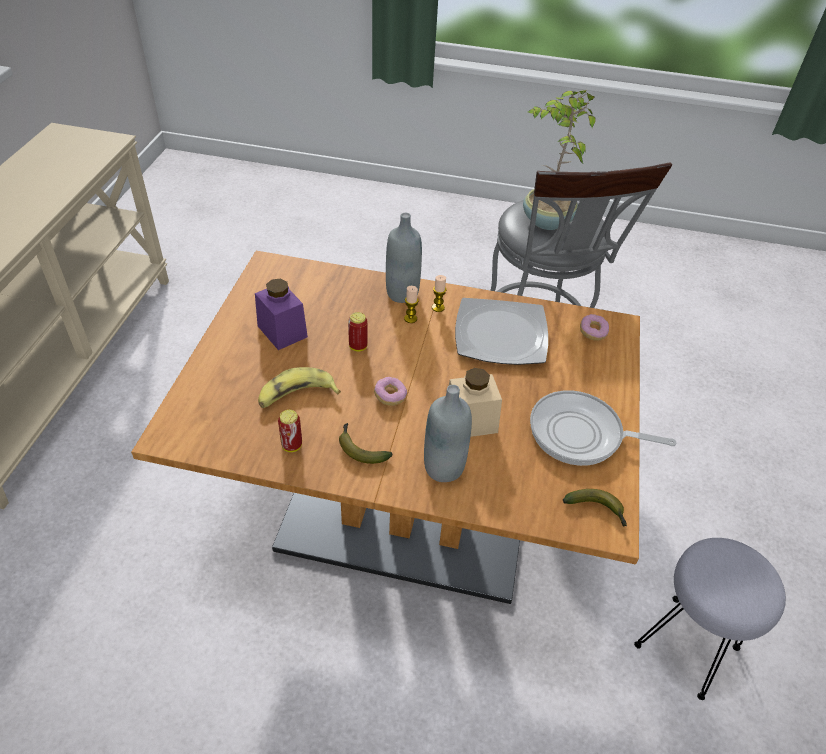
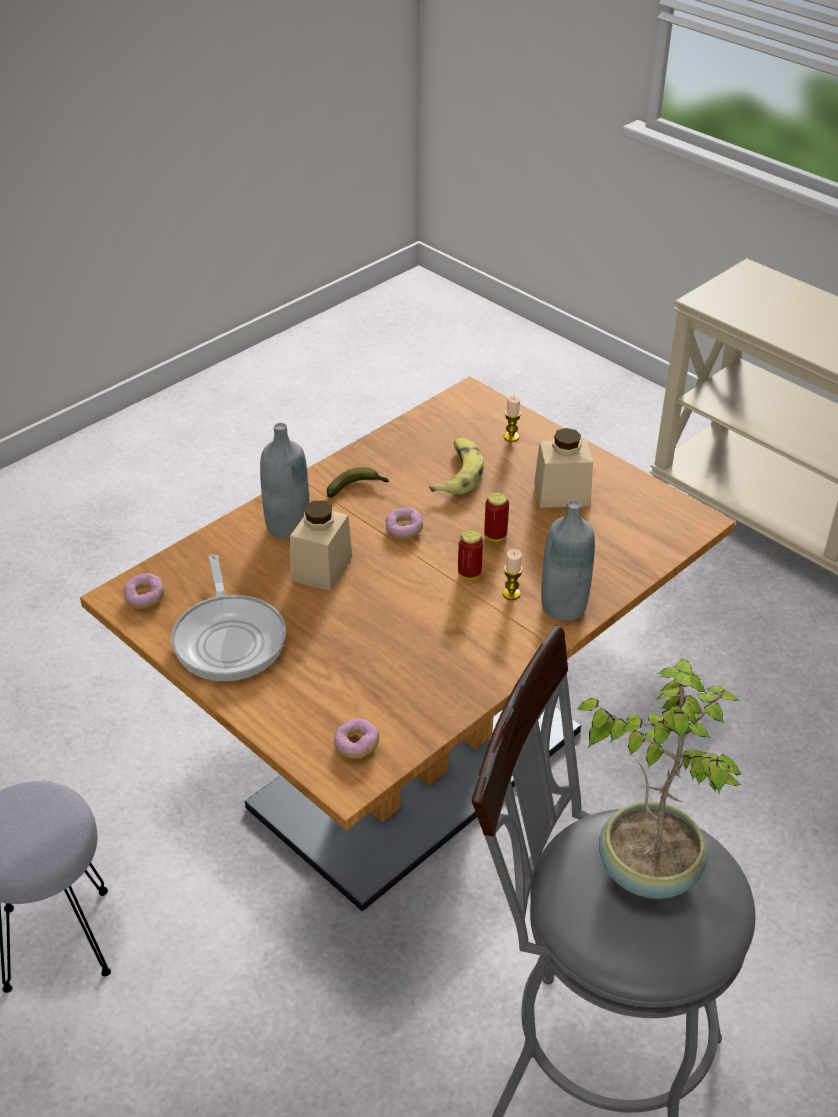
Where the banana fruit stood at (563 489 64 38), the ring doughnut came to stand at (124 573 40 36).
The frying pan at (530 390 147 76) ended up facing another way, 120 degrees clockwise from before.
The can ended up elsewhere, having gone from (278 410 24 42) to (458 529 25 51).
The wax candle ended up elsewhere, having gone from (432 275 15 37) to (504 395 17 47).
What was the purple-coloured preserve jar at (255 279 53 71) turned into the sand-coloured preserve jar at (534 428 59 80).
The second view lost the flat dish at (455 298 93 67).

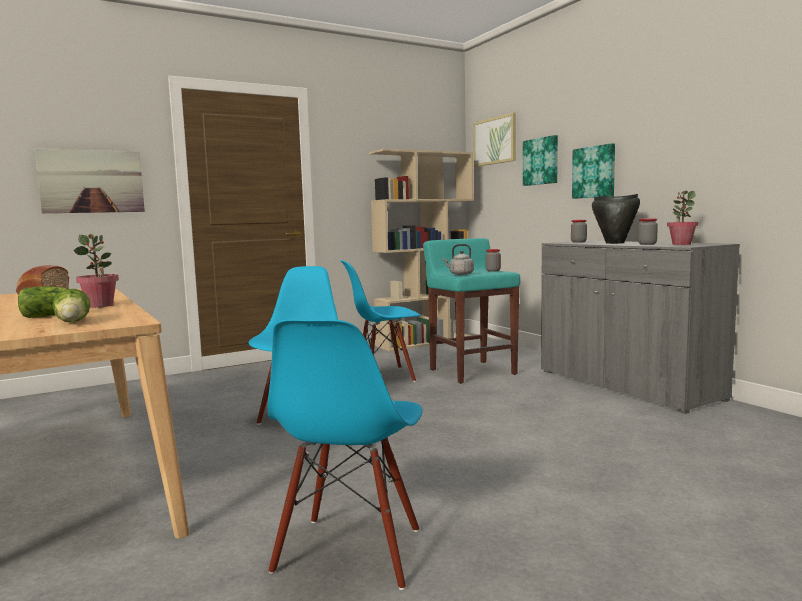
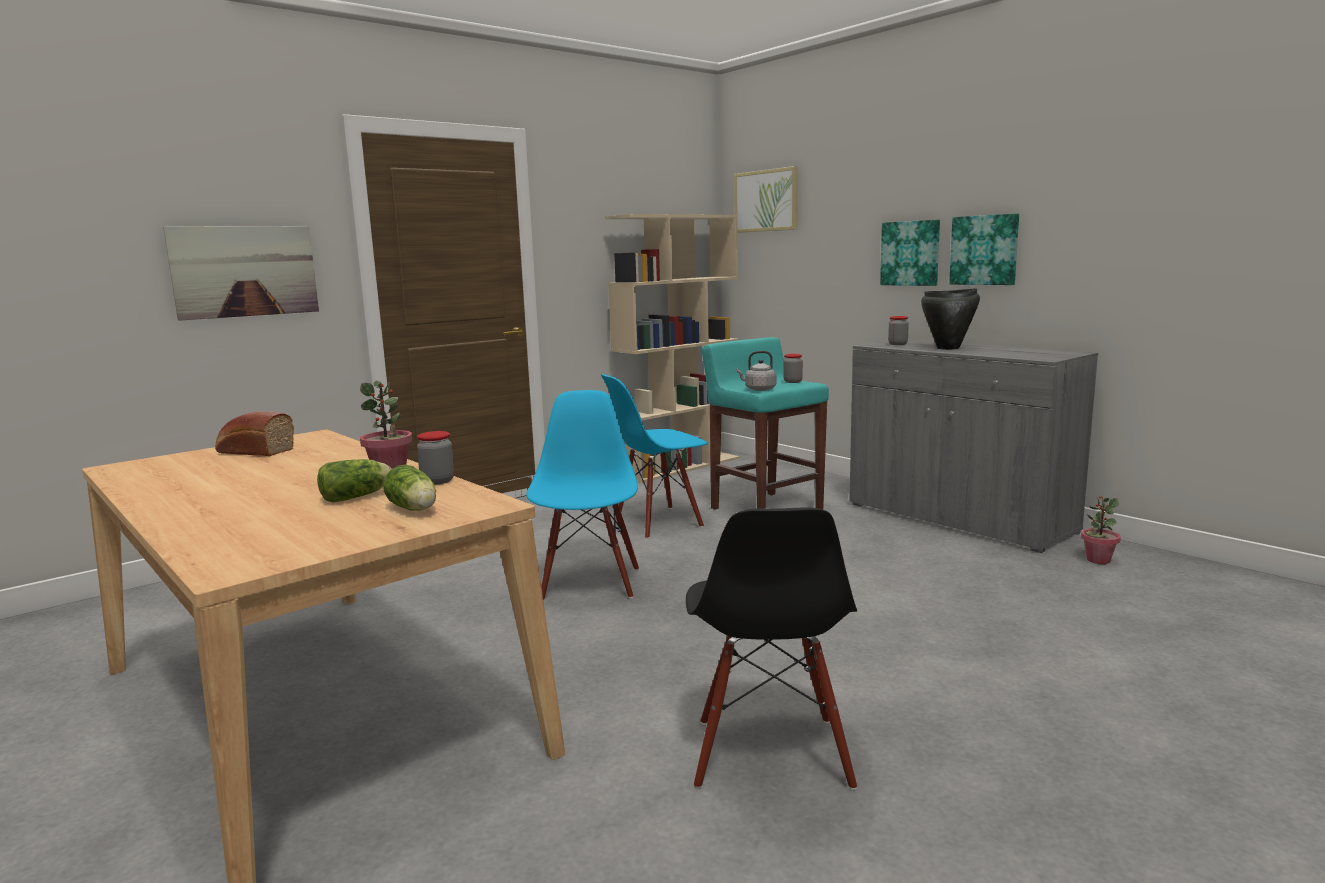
The preserve jar ended up elsewhere, having gone from (638 218 20 27) to (417 431 37 54).
What was the blue-coloured chair at (268 319 154 271) turned into the black chair at (686 507 171 283).
The picture ended up elsewhere, having gone from (523 135 35 51) to (949 214 70 71).
The houseplant ended up elsewhere, having gone from (667 190 31 55) to (1081 496 40 68).

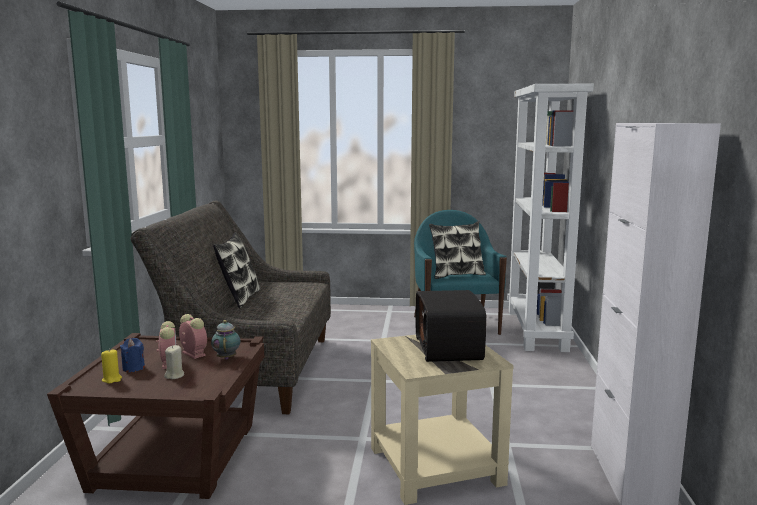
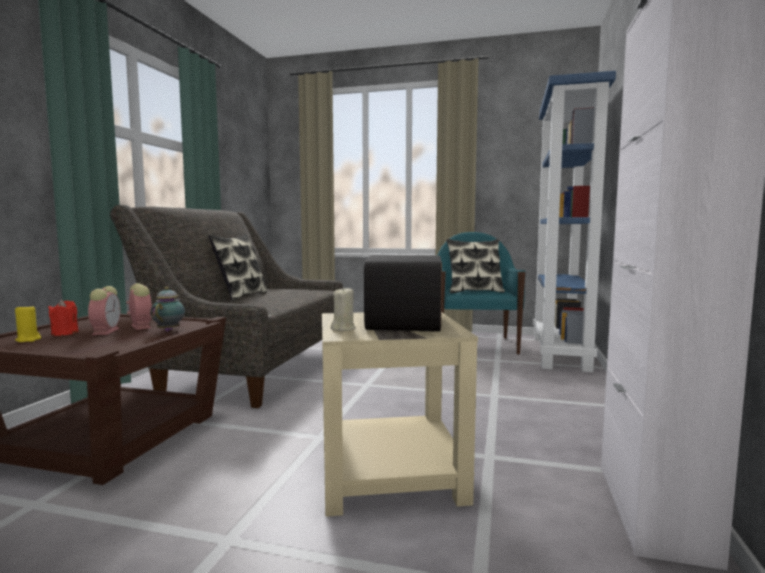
What was the blue-coloured wax candle at (120 338 25 34) turned into the red-coloured wax candle at (48 300 31 36).
The sand-coloured wax candle ended up elsewhere, having gone from (164 345 20 34) to (331 287 25 44).
What was the white bookcase at (507 84 87 268) turned into the blue-coloured bookcase at (533 71 83 301).

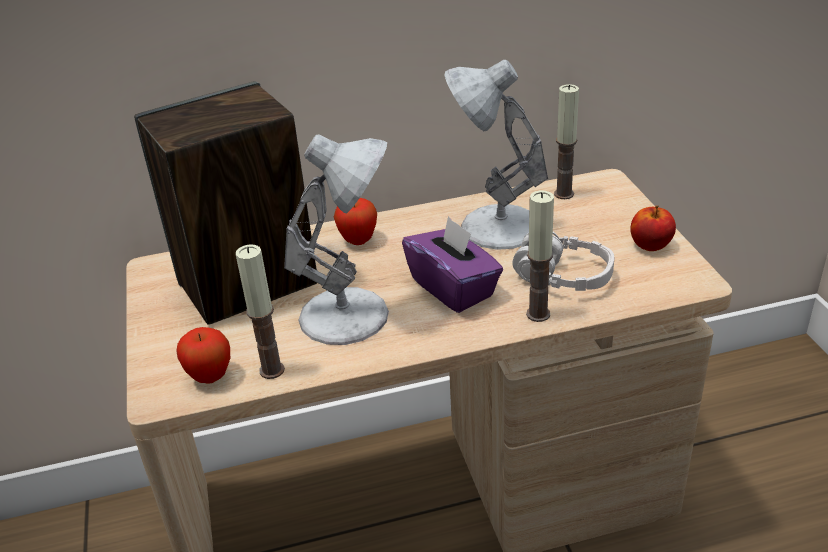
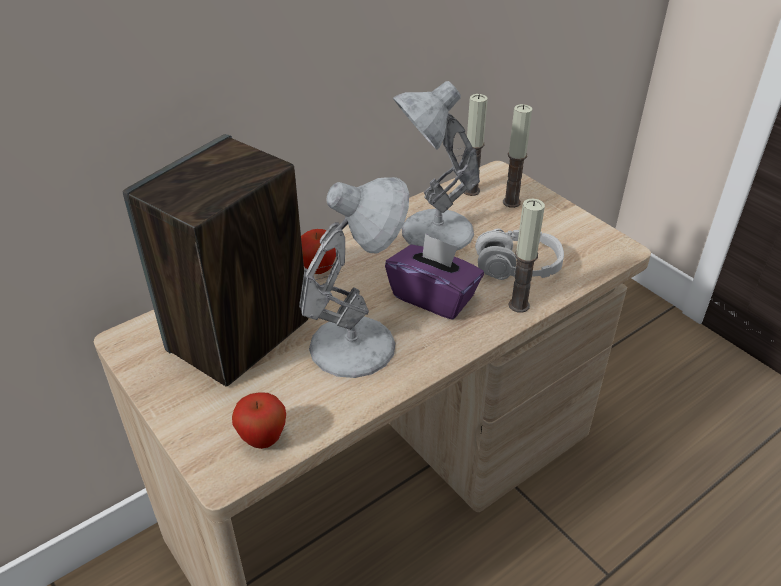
The wax candle ended up elsewhere, having gone from (236 244 49 135) to (503 104 29 104).
The second view lost the apple at (630 206 46 45).

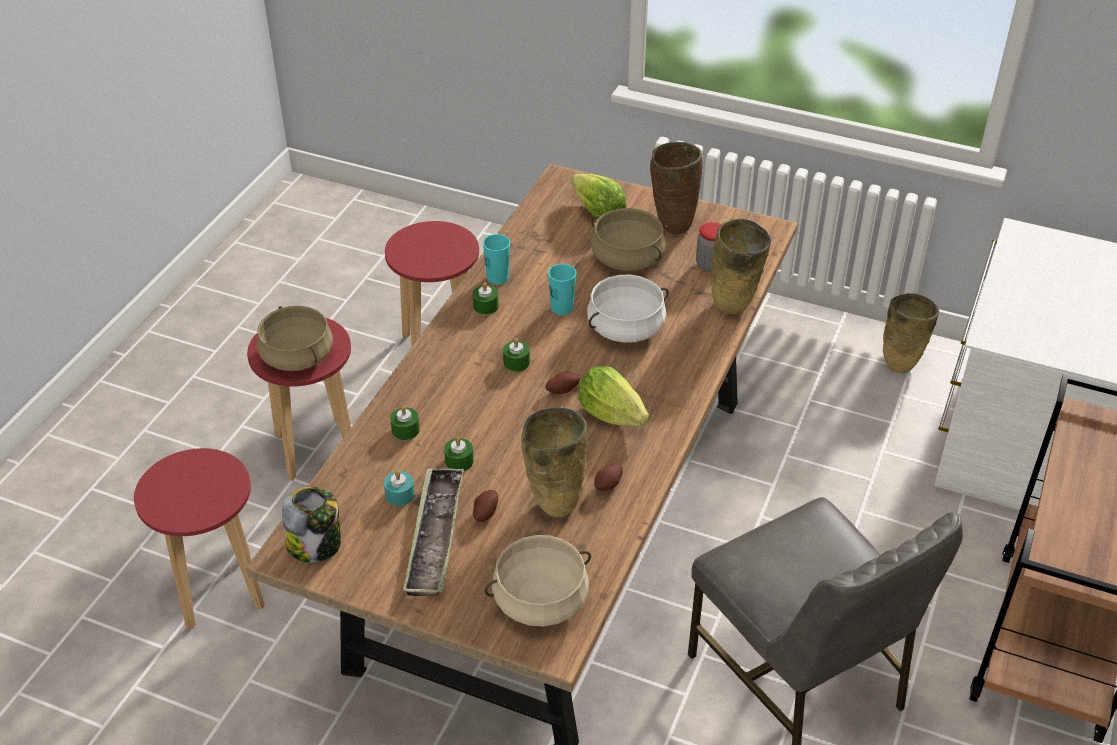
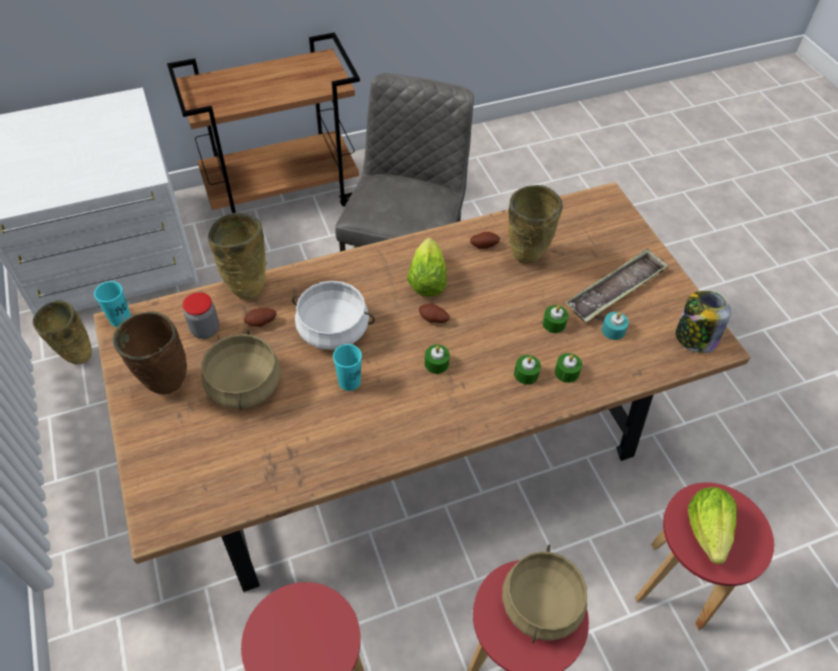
The turquoise-coloured small cup ended up elsewhere, having gone from (483 234 27 50) to (94 281 37 46).
The potato ended up elsewhere, having gone from (473 490 25 32) to (244 308 33 19).
The green wax candle ended up elsewhere, having gone from (473 282 25 33) to (514 355 27 30).
The lettuce ended up elsewhere, having gone from (571 174 56 43) to (688 487 49 77).
The second view lost the sand-coloured saucepot at (484 535 107 91).

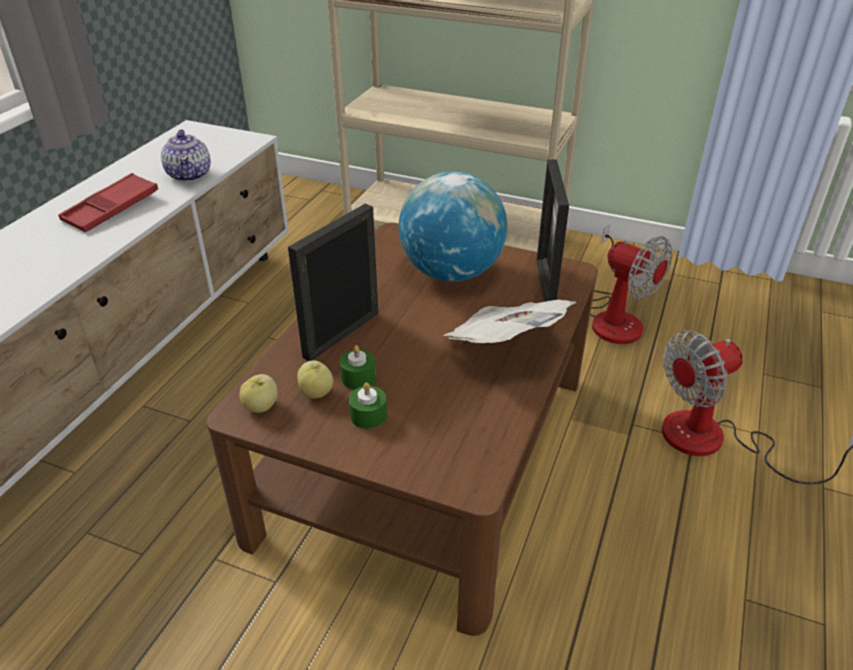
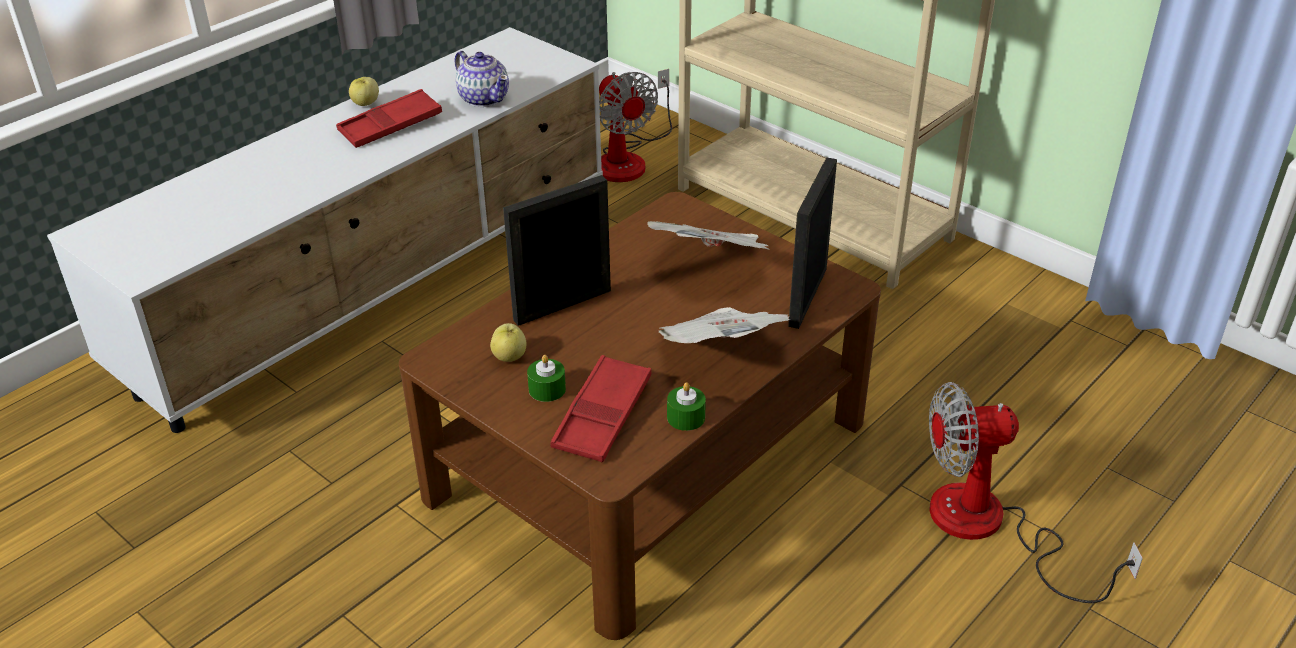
The apple ended up elsewhere, having gone from (239 374 39 39) to (349 77 30 29).
The tea pot at (161 129 50 53) ended up facing another way, 45 degrees counterclockwise from before.
The second view gained the red-coloured carrying tray at (551 355 100 107).
The fan ended up elsewhere, having gone from (590 224 82 120) to (599 69 73 113).
Where the desk globe stood at (398 172 109 110), the newspaper came to stand at (647 221 123 29).
The green wax candle ended up elsewhere, having gone from (340 345 36 44) to (667 382 39 49).

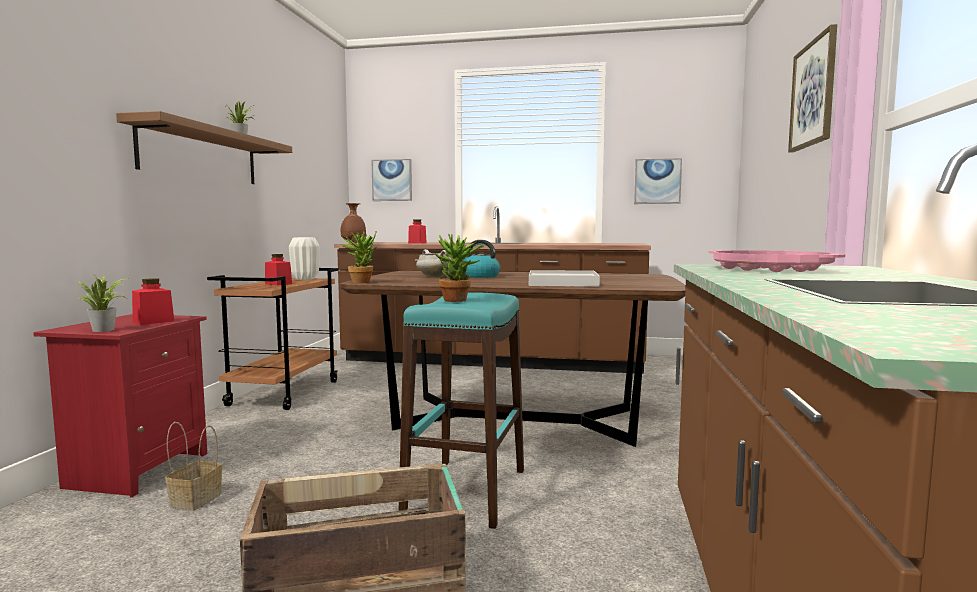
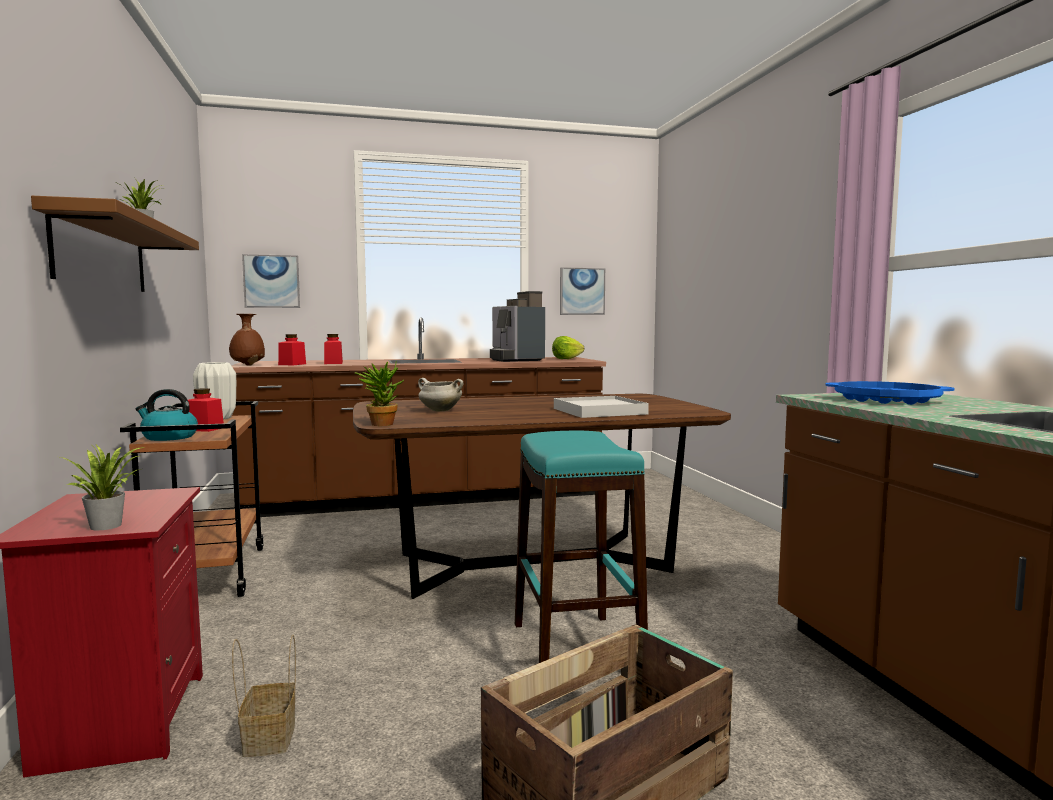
The tea kettle ended up elsewhere, having gone from (462 240 38 38) to (136 389 62 52).
The red-coloured preserve jar ended up elsewhere, having gone from (132 278 42 47) to (278 334 28 31).
The second view gained the coffee brewer at (490 291 55 71).
The second view gained the lettuce at (552 336 33 23).
What was the pinkish carrying tray at (709 250 136 22) turned into the blue-coloured carrying tray at (826 381 128 24).
The second view lost the houseplant at (435 234 49 68).
The second view lost the picture at (788 24 49 129).

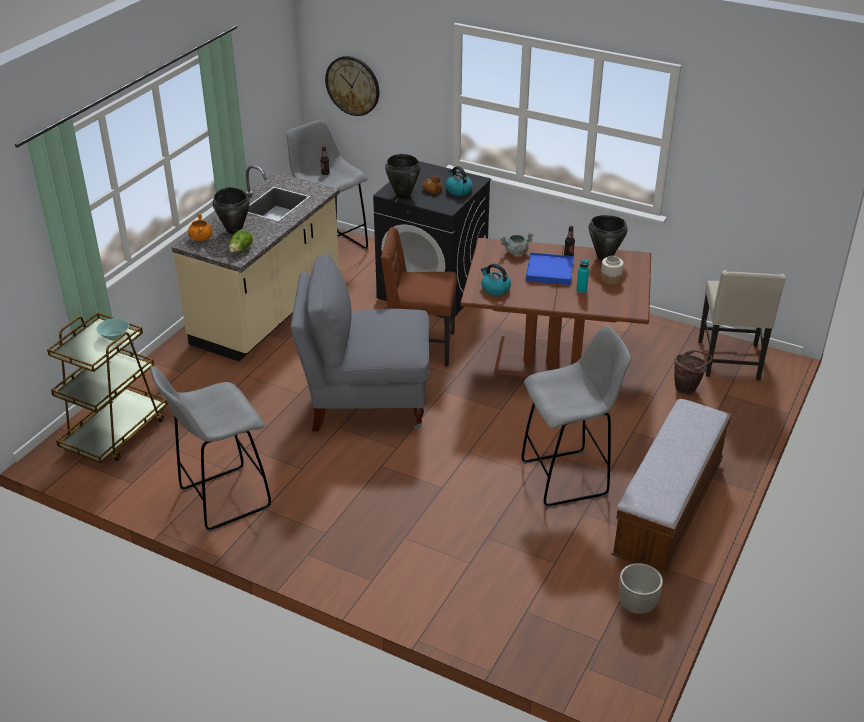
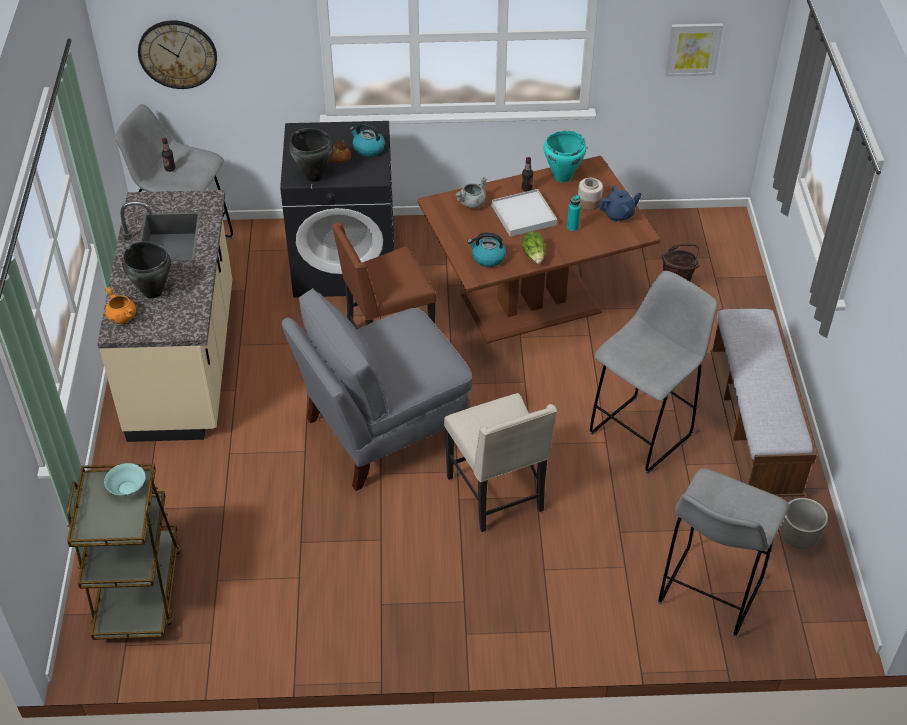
The sand-coloured chair ended up elsewhere, having gone from (698 270 88 110) to (444 393 113 139).
What was the blue-coloured carrying tray at (526 252 48 33) turned into the white carrying tray at (492 189 65 48).
The lettuce ended up elsewhere, having gone from (229 229 24 24) to (521 232 25 32).
What was the black saucepot at (589 215 39 45) turned into the turquoise-coloured saucepot at (544 131 42 52).
The second view gained the blue-coloured tea pot at (599 185 43 37).
The greyish sitting stool ended up elsewhere, having gone from (150 366 121 166) to (658 468 132 170).
The second view gained the picture at (665 23 58 54).

